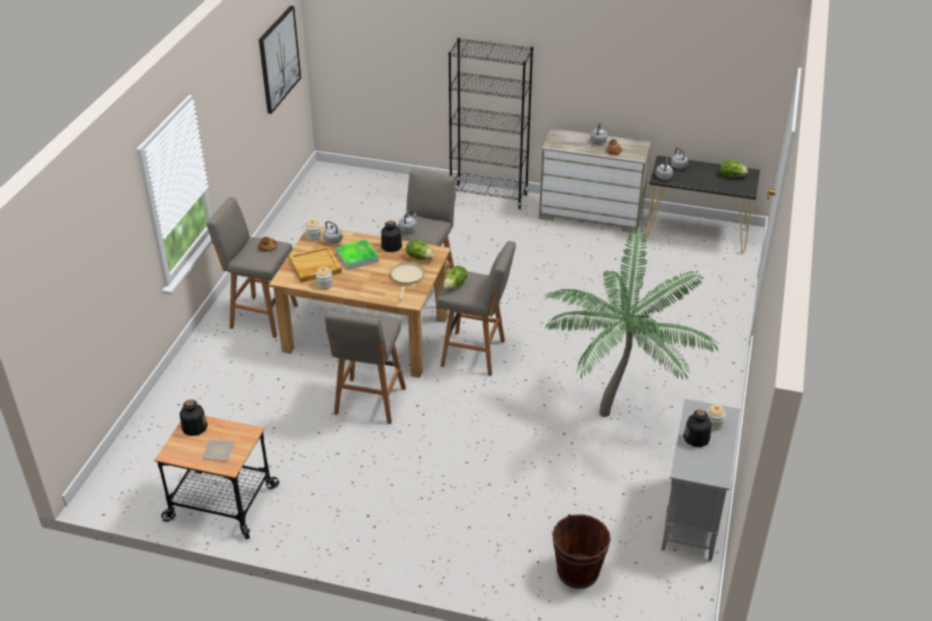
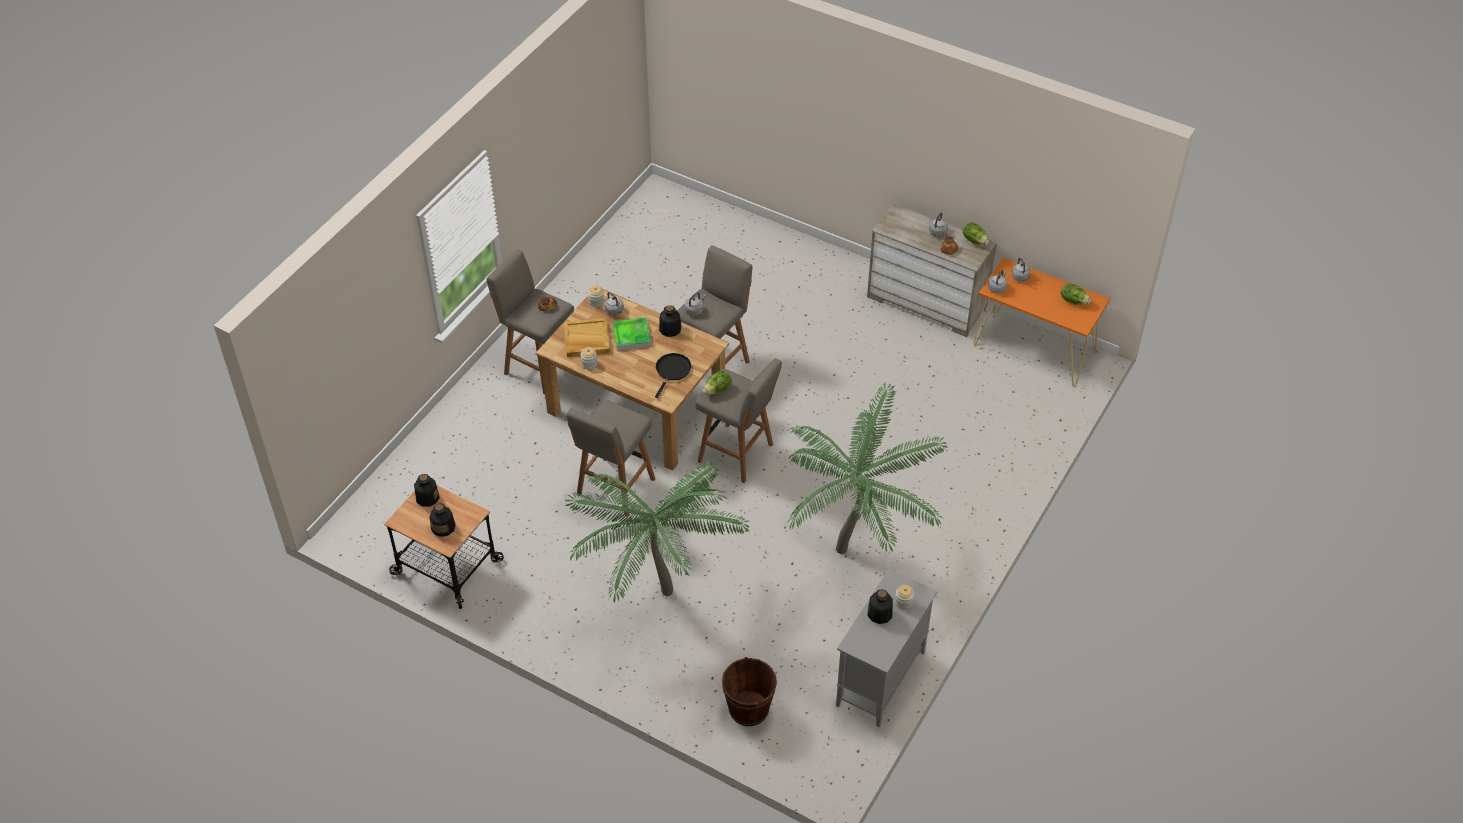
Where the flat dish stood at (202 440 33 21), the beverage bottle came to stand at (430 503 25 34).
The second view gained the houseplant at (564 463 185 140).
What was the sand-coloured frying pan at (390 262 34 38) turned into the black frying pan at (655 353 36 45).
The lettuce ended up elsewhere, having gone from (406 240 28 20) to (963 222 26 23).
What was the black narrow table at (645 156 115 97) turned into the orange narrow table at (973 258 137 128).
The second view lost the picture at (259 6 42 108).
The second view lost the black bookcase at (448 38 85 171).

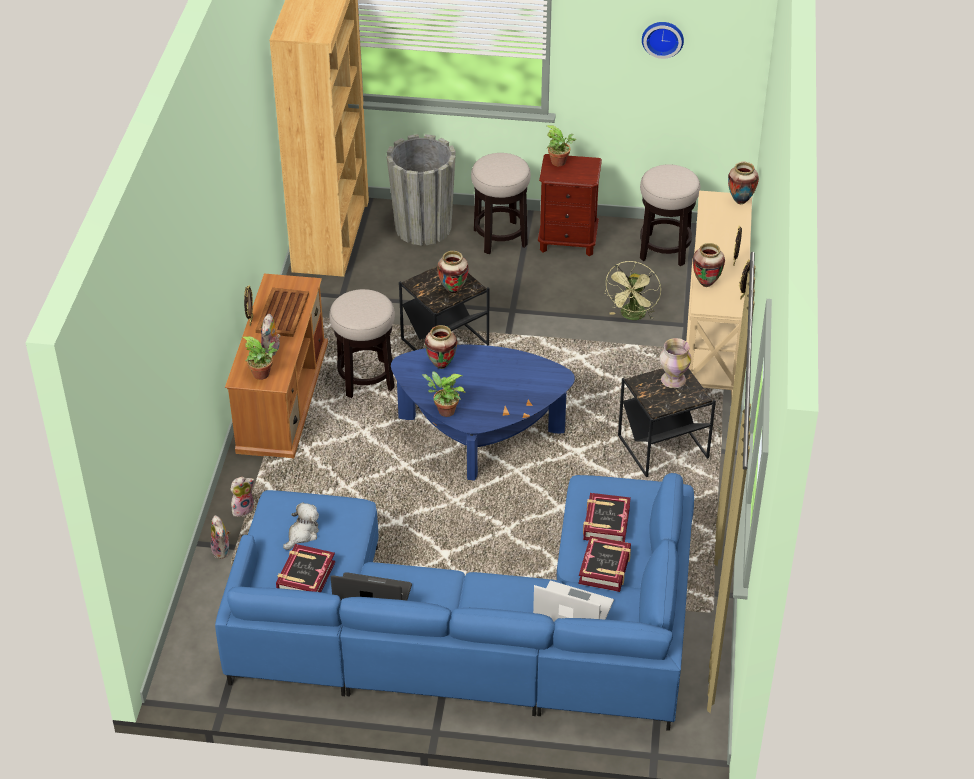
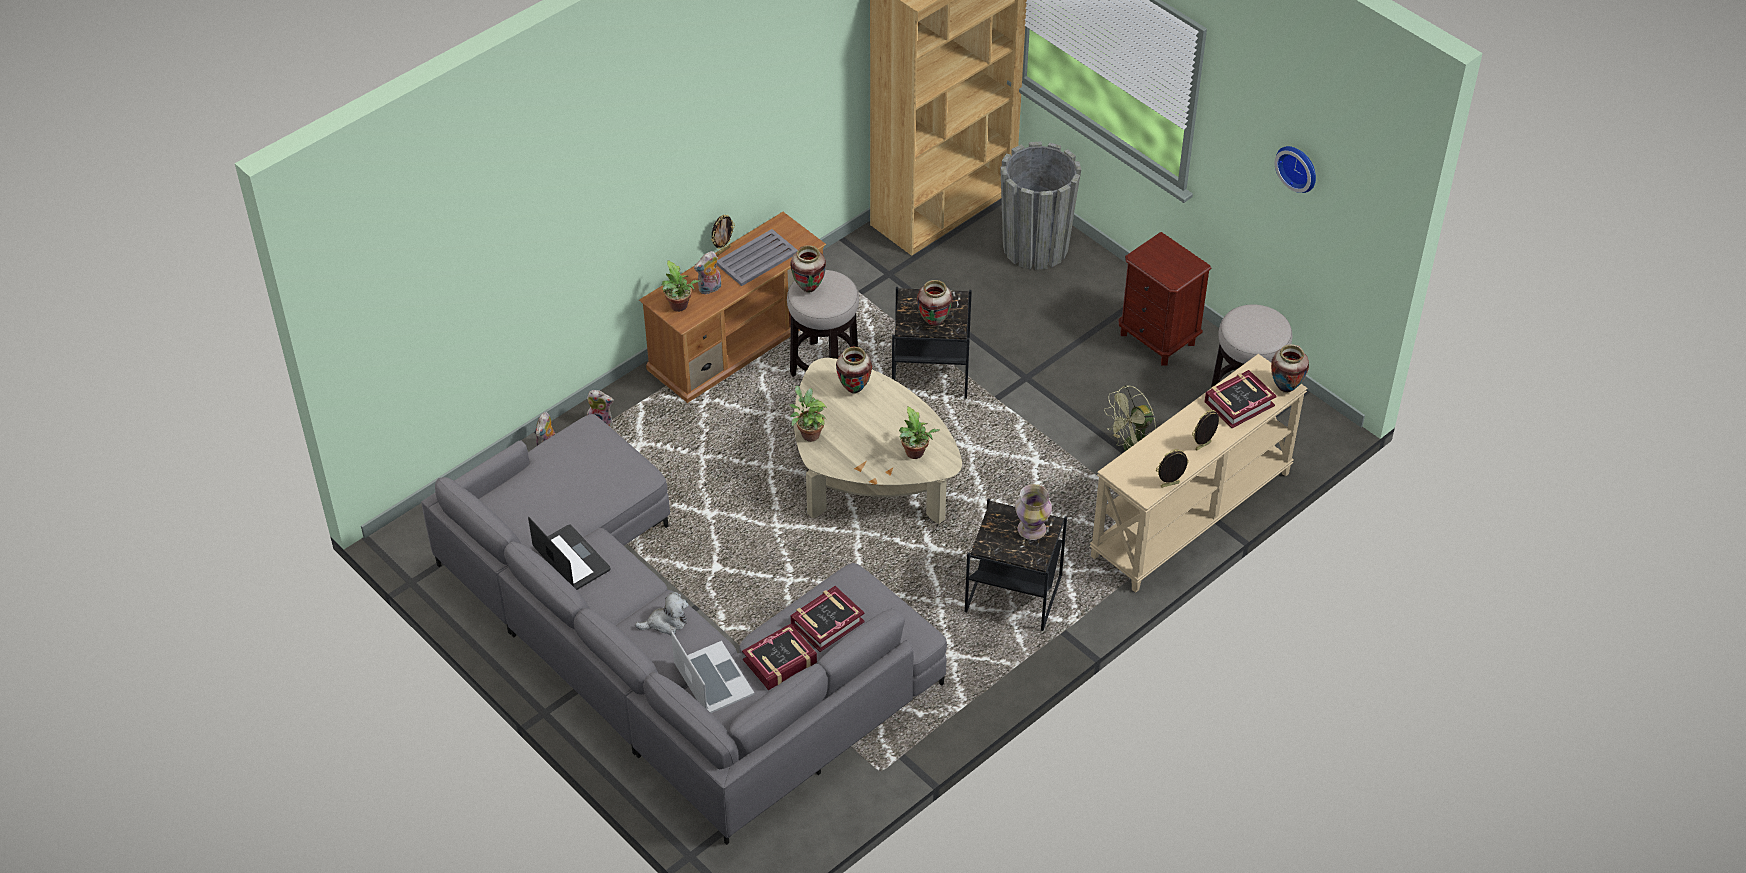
What was the blue-coloured couch at (215 473 479 258) turned into the greyish couch at (421 414 526 431).
The soft toy ended up elsewhere, having gone from (283 502 36 48) to (635 592 54 43).
What was the brown carrying tray at (256 288 53 49) turned into the greyish carrying tray at (717 229 81 57).
The vase ended up elsewhere, having gone from (693 243 32 44) to (791 245 35 48).
What was the blue-coloured coffee table at (391 345 184 135) turned into the sand-coloured coffee table at (794 358 168 166).
The houseplant ended up elsewhere, having gone from (546 125 30 41) to (899 406 41 53).
The volume ended up elsewhere, having gone from (276 544 59 48) to (1204 370 73 58).
The second view lost the sitting stool at (471 153 60 101).

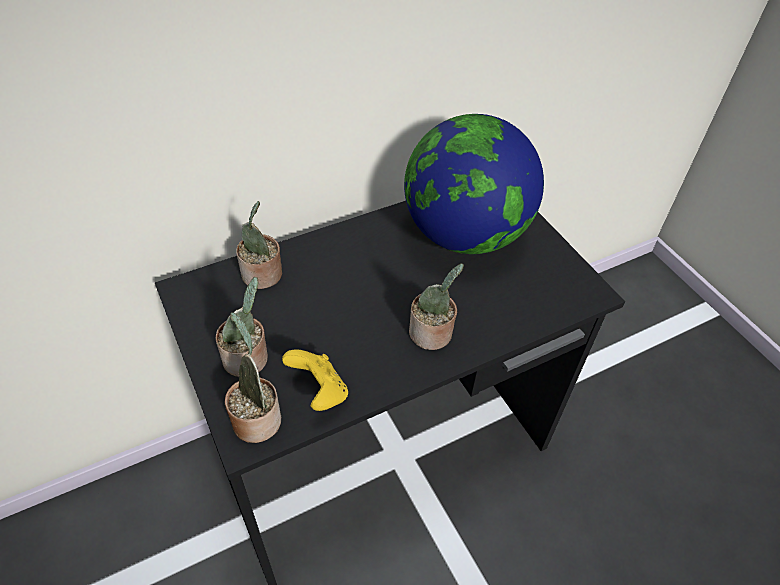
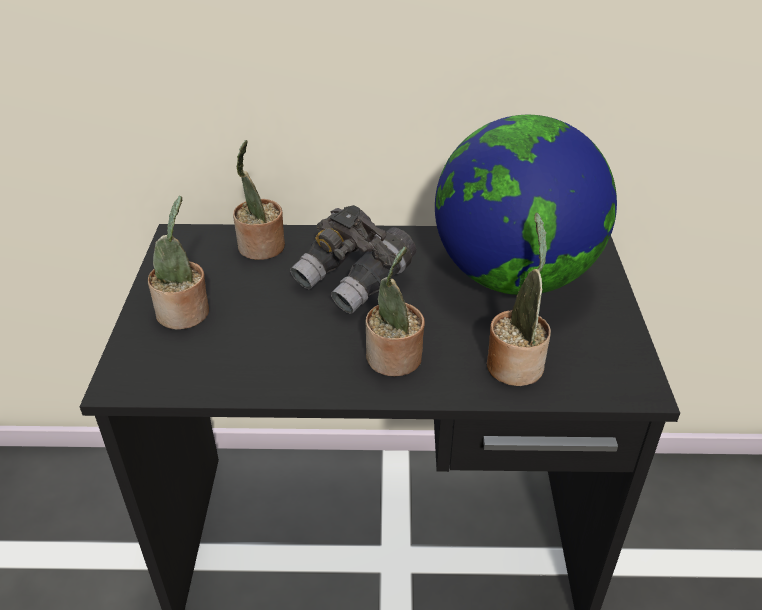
The second view gained the greyish binoculars at (290 205 126 109).
The houseplant ended up elsewhere, having gone from (225 312 56 131) to (486 213 65 173).
The second view lost the yellow-coloured joypad at (282 349 66 62).

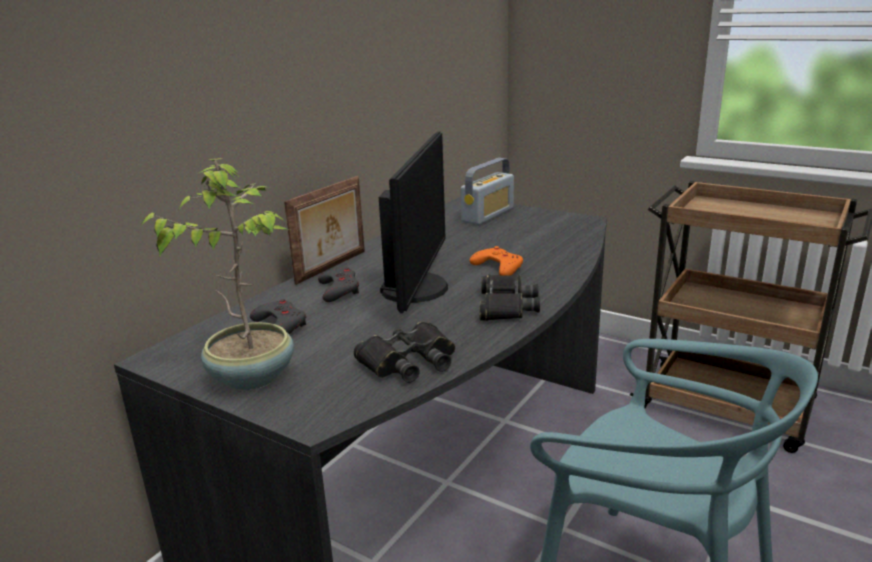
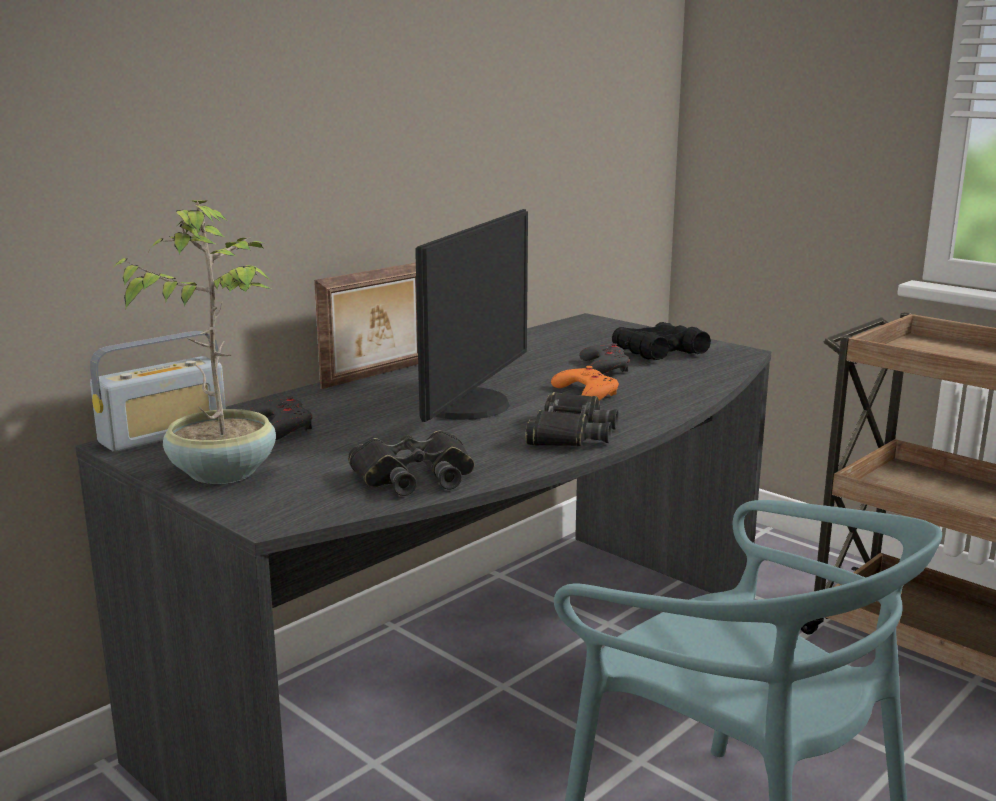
The radio set ended up elsewhere, having gone from (461 158 53 67) to (90 331 136 121).
The greyish joypad ended up elsewhere, having gone from (318 267 41 35) to (579 343 50 31).
The second view gained the black binoculars at (612 322 99 38).

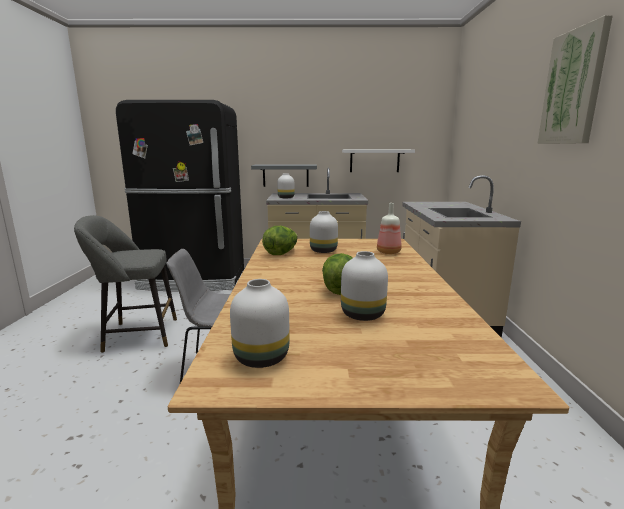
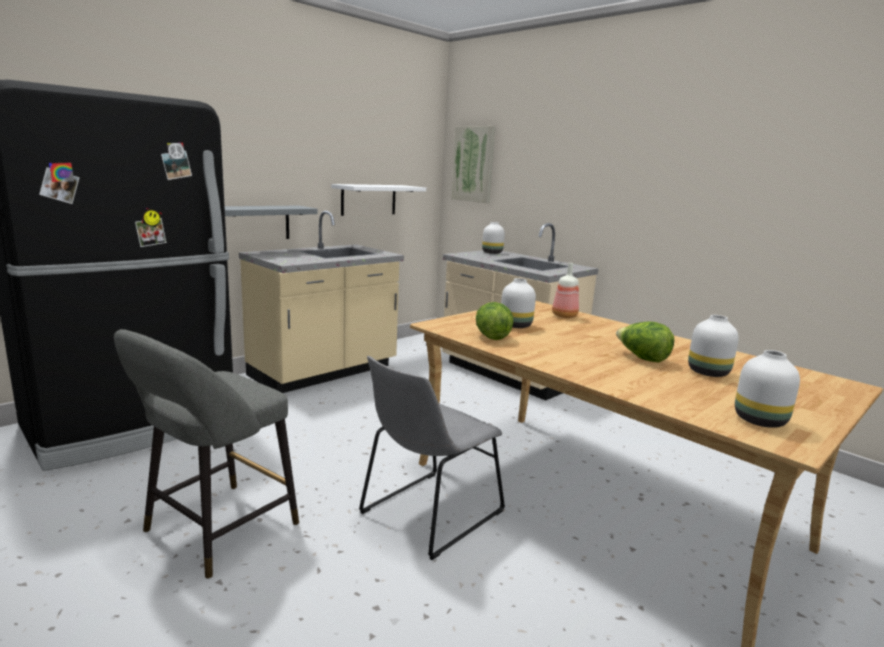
The picture ended up elsewhere, having gone from (538 15 75 129) to (451 126 44 77).
The white vase ended up elsewhere, having gone from (277 173 18 25) to (482 222 23 32).

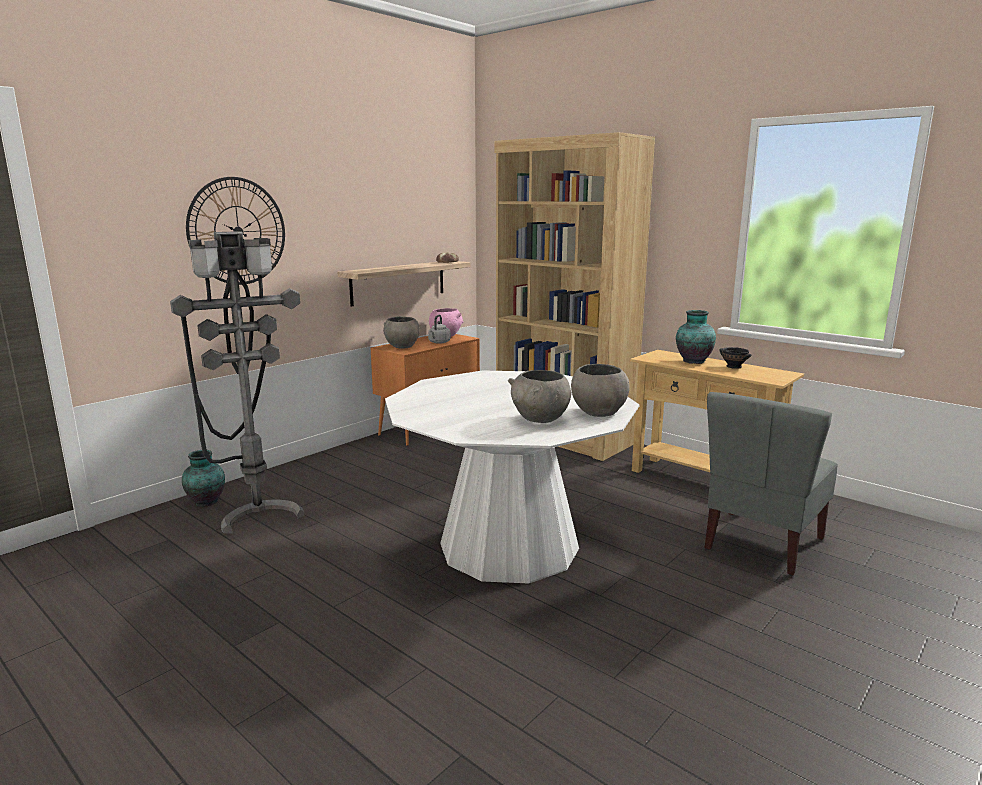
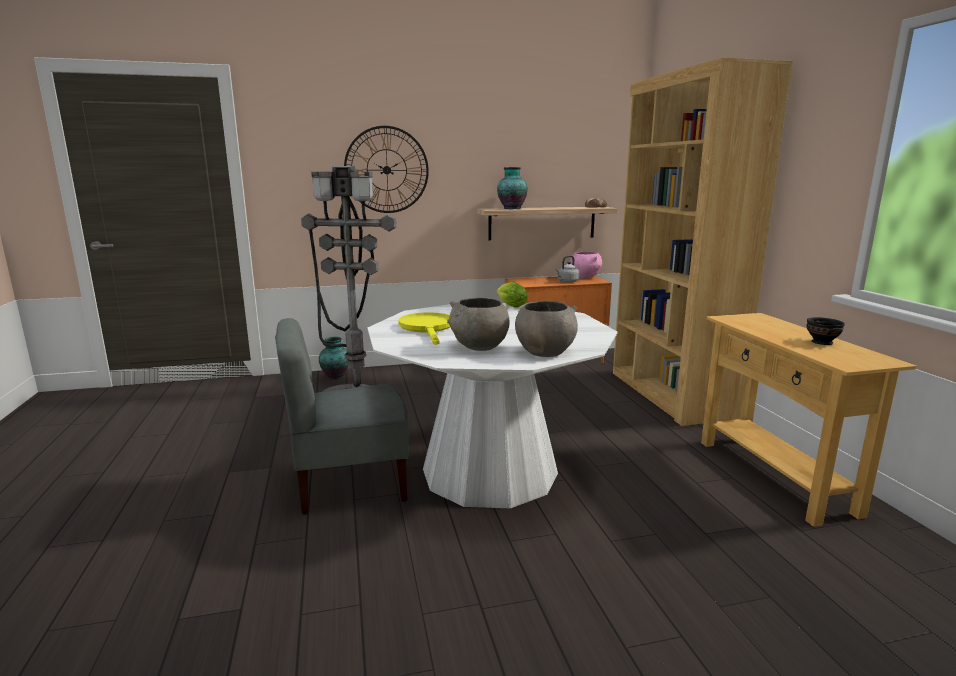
The greyish chair ended up elsewhere, having gone from (705 392 133 184) to (275 318 134 197).
The second view gained the yellow-coloured frying pan at (398 312 52 33).
The vase ended up elsewhere, having gone from (676 310 40 54) to (497 167 31 42).
The second view gained the lettuce at (497 282 30 26).
The second view lost the greyish bowl at (383 317 37 32).

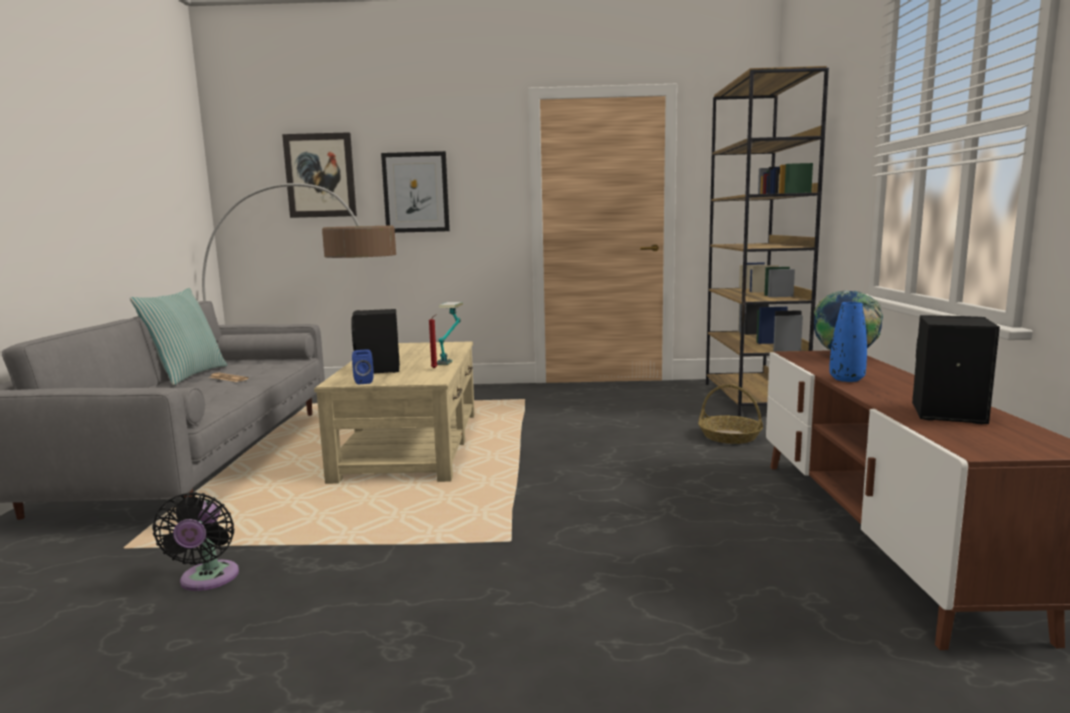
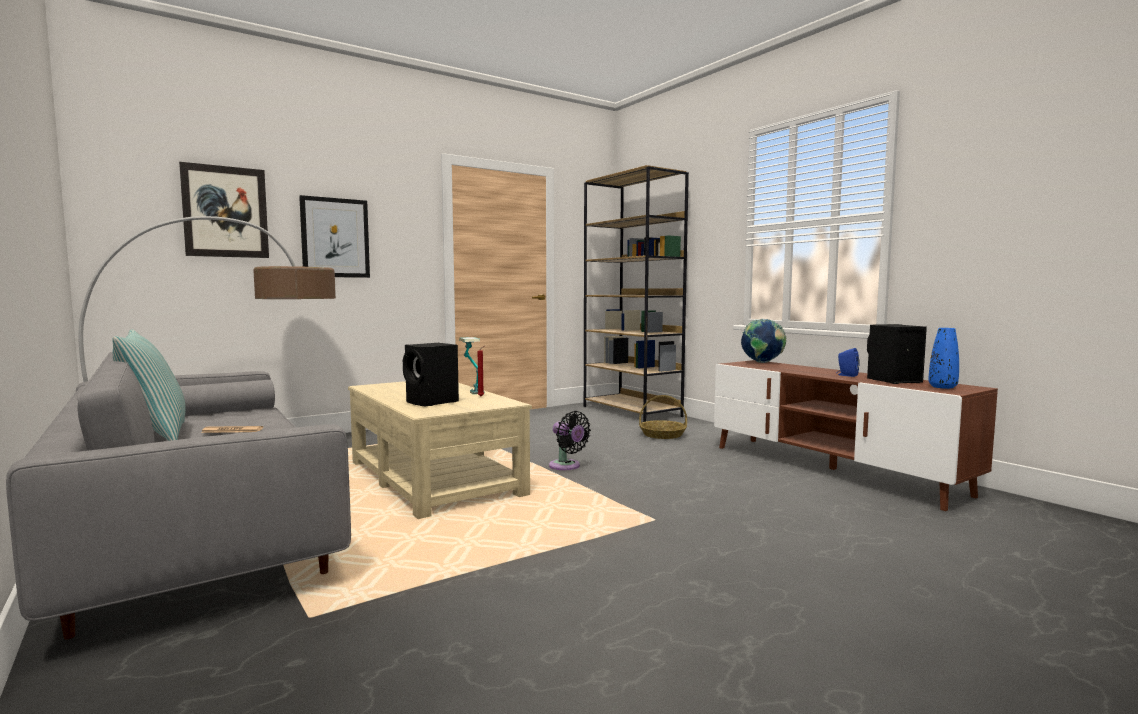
The black fan ended up elsewhere, having gone from (152 492 87 99) to (549 411 42 59).
The blue-coloured audio speaker ended up elsewhere, having gone from (352 349 22 36) to (837 348 23 29).
The blue-coloured vase ended up elsewhere, having gone from (829 302 38 80) to (929 328 30 61).

